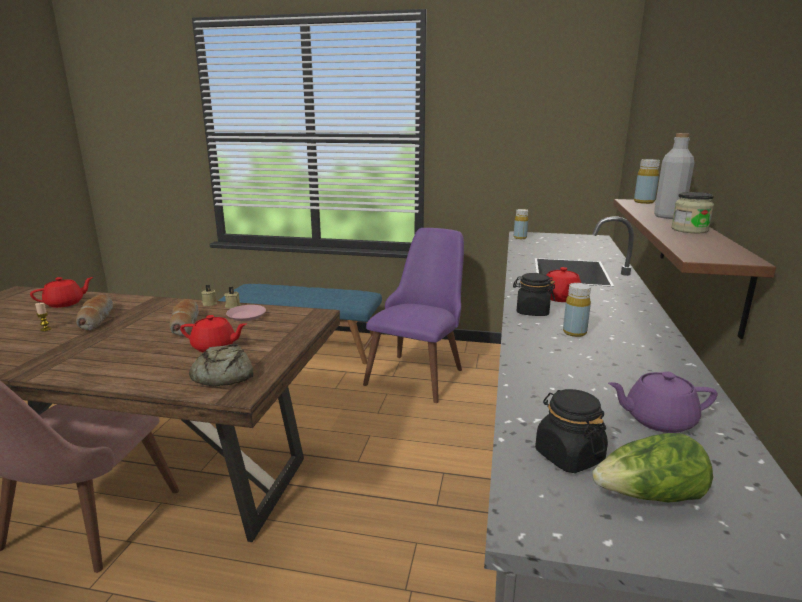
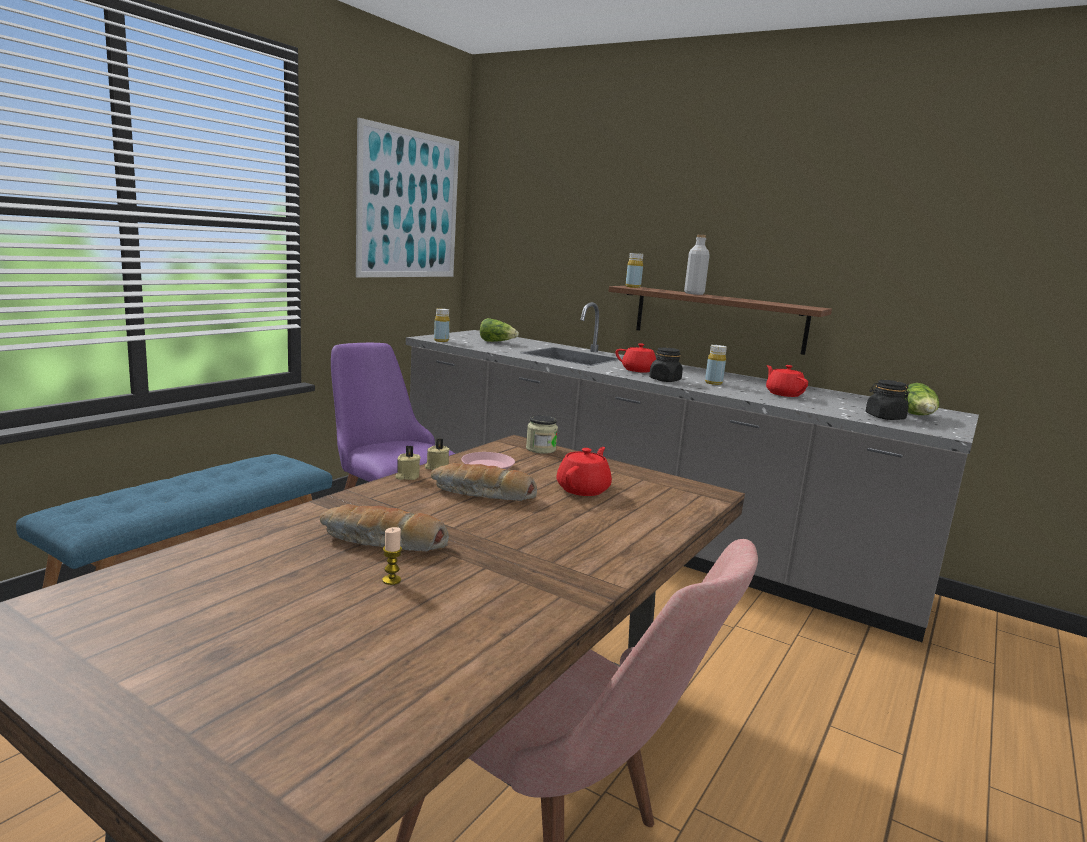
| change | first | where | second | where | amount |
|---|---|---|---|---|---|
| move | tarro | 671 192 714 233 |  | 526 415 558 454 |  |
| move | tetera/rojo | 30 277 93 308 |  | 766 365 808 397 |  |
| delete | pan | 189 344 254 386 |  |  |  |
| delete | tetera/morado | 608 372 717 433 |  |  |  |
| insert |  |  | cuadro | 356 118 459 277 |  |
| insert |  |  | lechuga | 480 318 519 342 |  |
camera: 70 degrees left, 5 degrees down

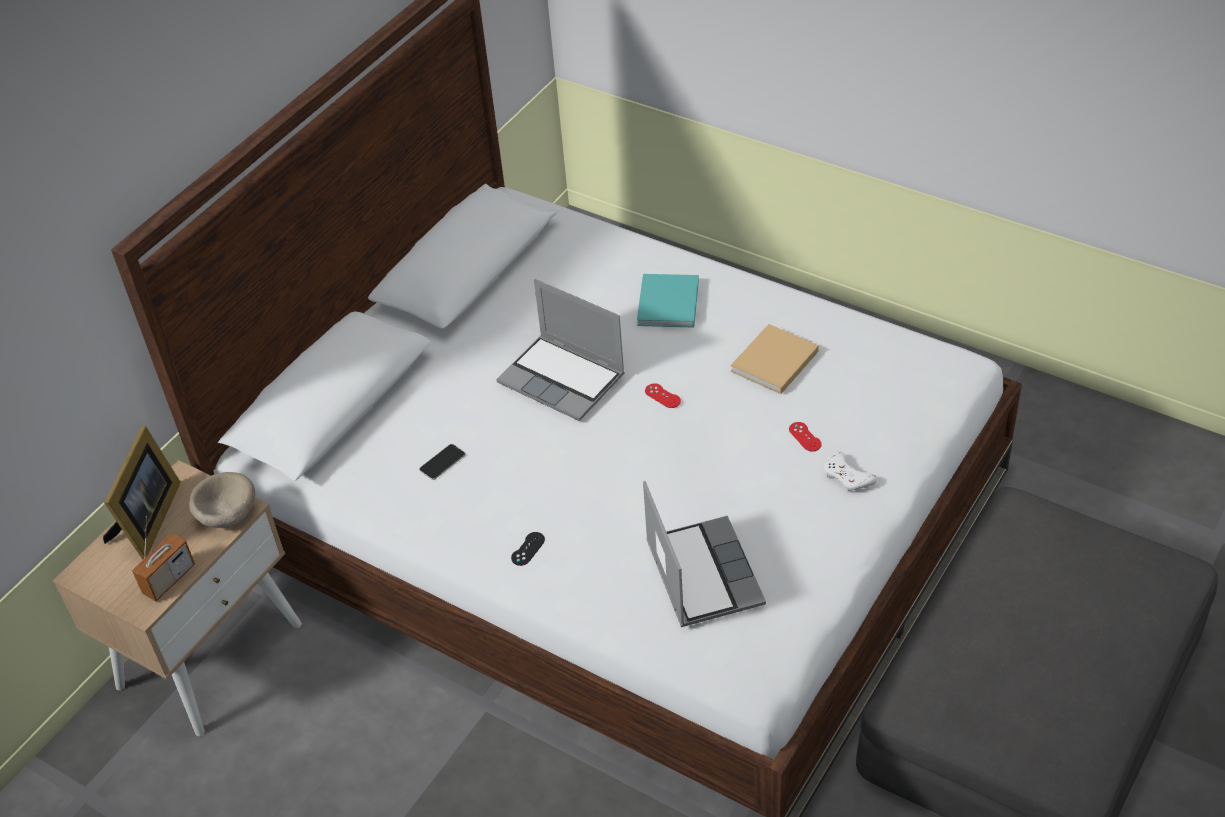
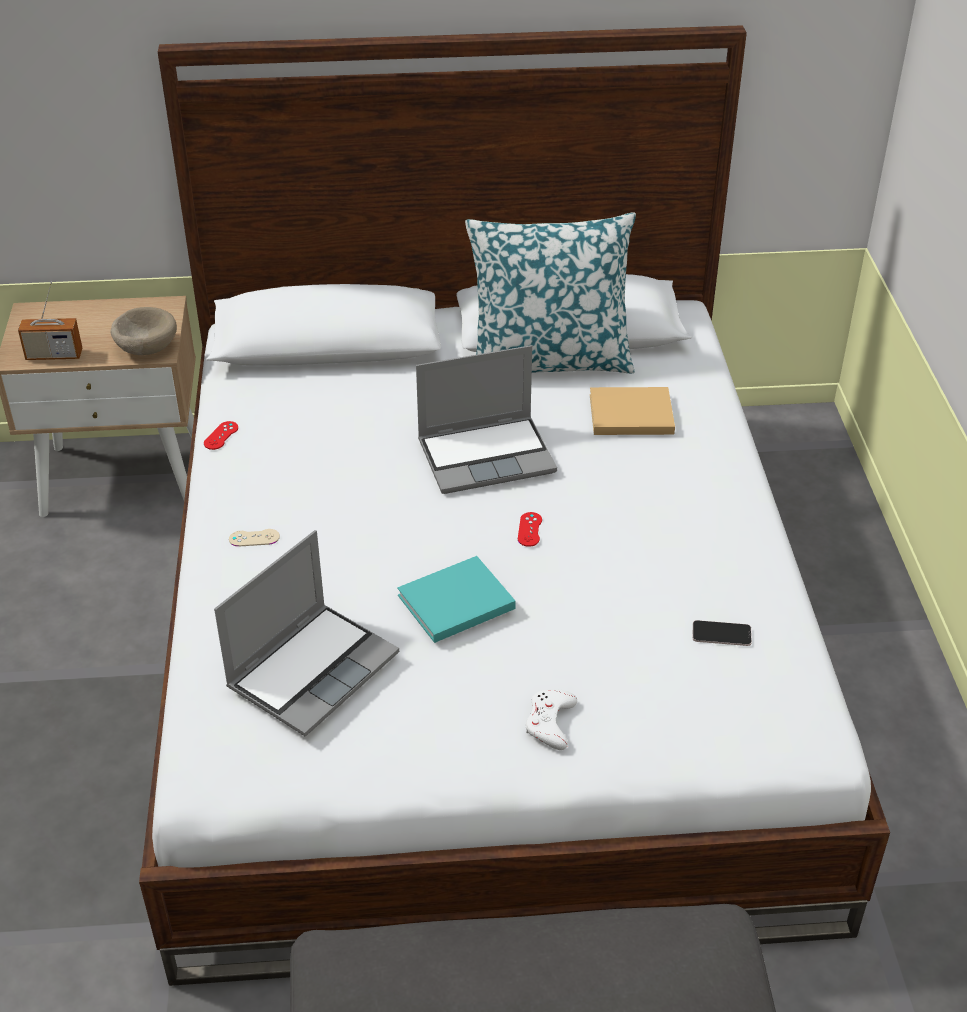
| change | first | where | second | where | amount |
|---|---|---|---|---|---|
| move | libro/turquesa | 637 274 699 328 |  | 397 556 516 643 |  |
| rotate | portátil | 496 279 625 421 |  | 416 345 557 494 | 105 degrees counterclockwise |
| move | libro/beis | 731 324 819 394 |  | 590 387 675 435 |  |
| move | mando de consola/rojo | 789 422 822 452 |  | 204 421 238 450 |  |
| delete | portarretratos | 103 425 181 559 |  |  |  |
| move | móvil | 419 444 465 480 |  | 693 620 752 646 |  |
| recolor | mando de consola/negro | 511 532 545 566 | mando de consola/beis | 229 529 280 547 |  |
| insert |  |  | cojín | 465 212 636 374 |  |
camera: 50 degrees right, 5 degrees down

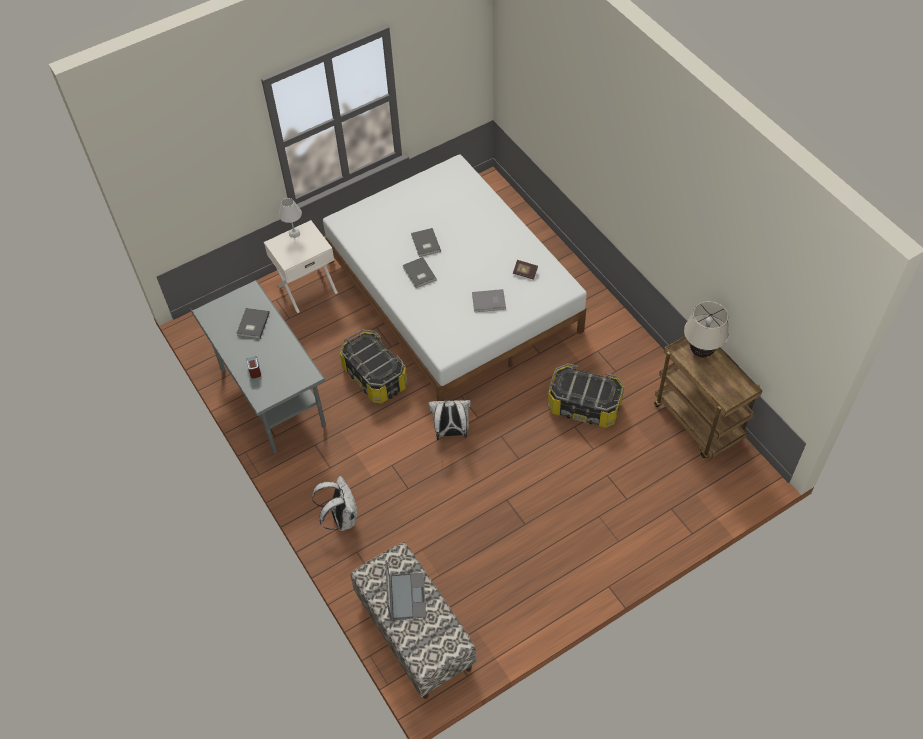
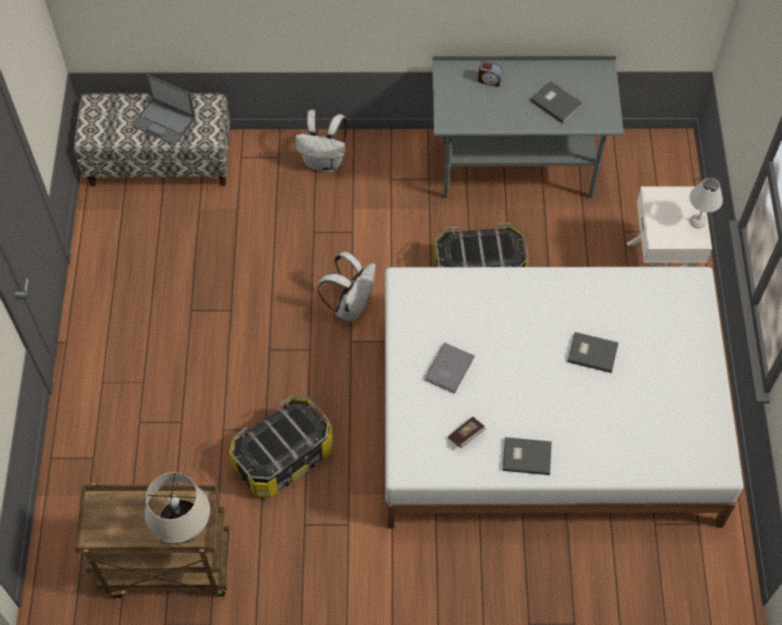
| change | first | where | second | where | amount |
|---|---|---|---|---|---|
| move | libro/gris | 403 257 437 288 |  | 502 437 552 475 |  |
camera: 120 degrees right, 5 degrees up

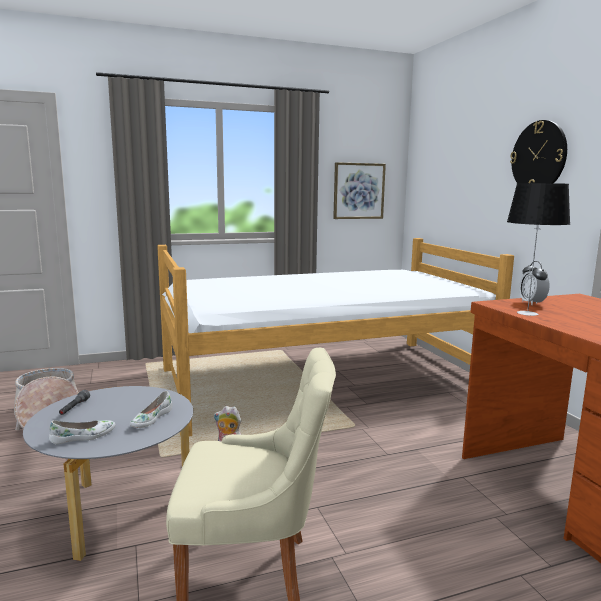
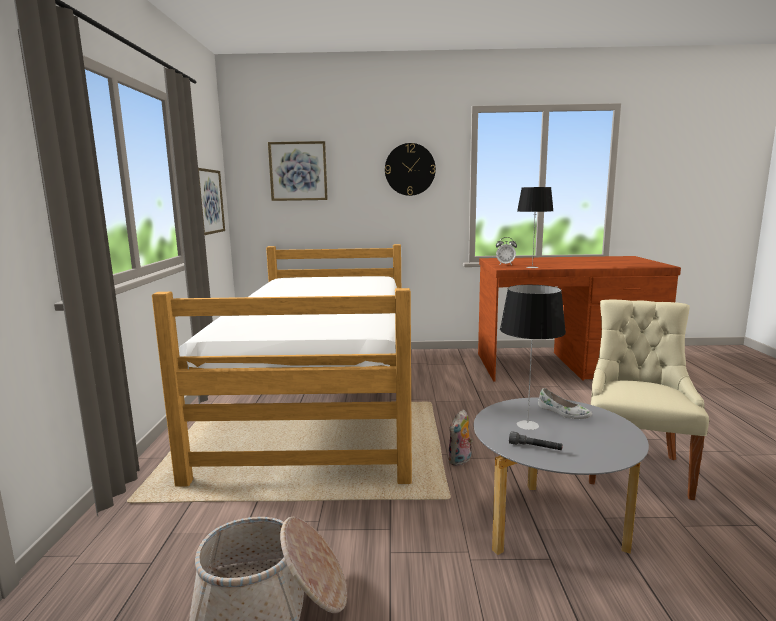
| change | first | where | second | where | amount |
|---|---|---|---|---|---|
| delete | zapato/blanco | 49 420 115 444 |  |  |  |
| insert |  |  | cuadro | 268 141 328 201 |  |
| insert |  |  | lámpara de mesa | 500 285 566 430 |  |
camera: 70 degrees left, 0 degrees up

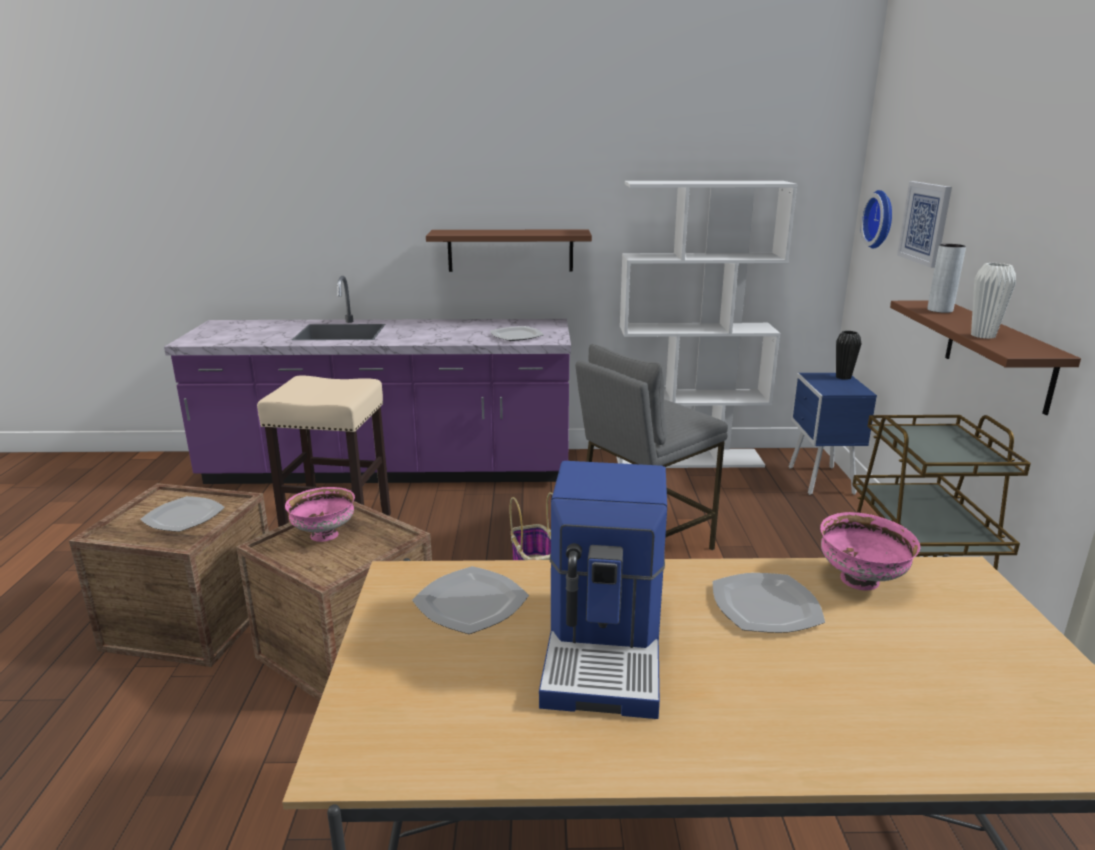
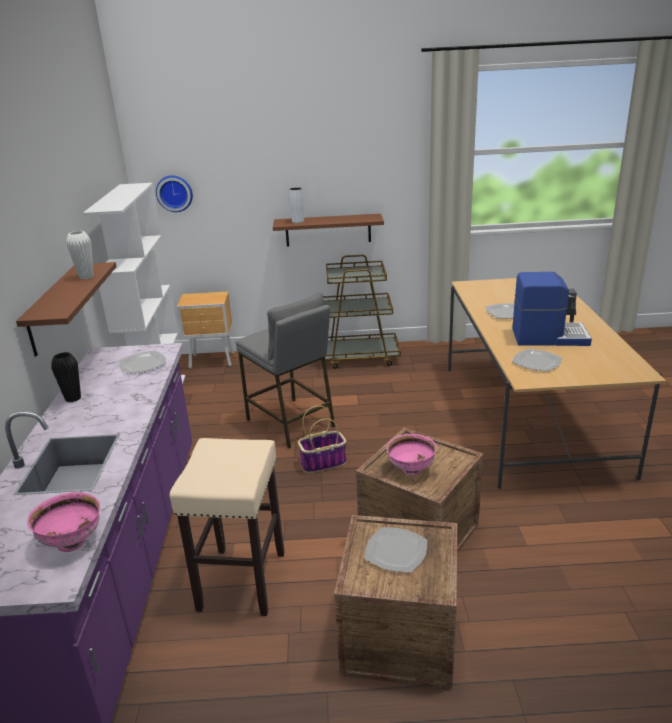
| change | first | where | second | where | amount |
|---|---|---|---|---|---|
| delete | cuadro | 897 181 952 268 |  |  |  |
| move | florero/blanco | 971 263 1016 339 |  | 66 231 94 279 |  |
| move | florero/negro | 836 331 861 380 |  | 51 352 81 403 |  |
| recolor | mesita de noche/azul | 789 373 877 495 | mesita de noche/marrón | 177 291 234 369 |  |
| move | cuenco/rosa | 820 512 920 591 |  | 27 492 100 552 |  |
camera: 90 degrees left, 5 degrees up

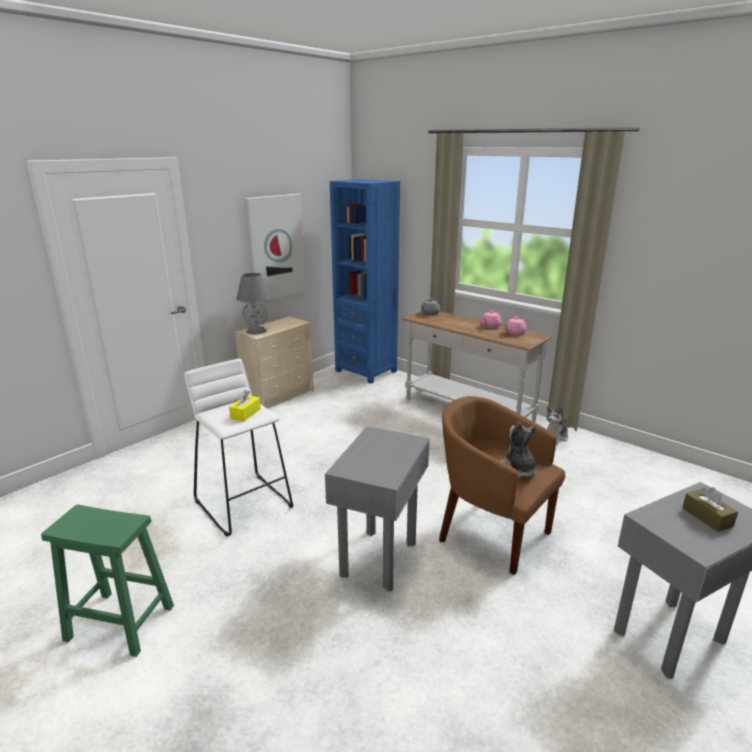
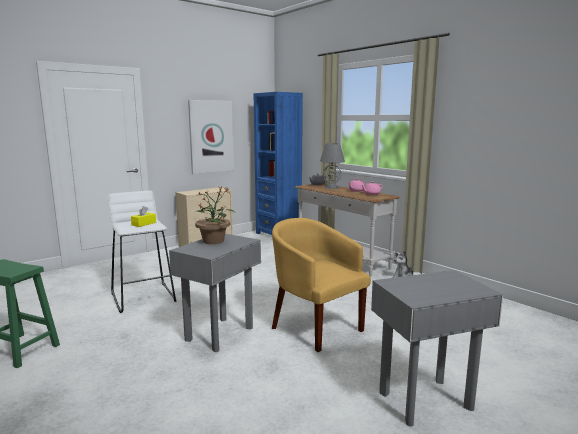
| change | first | where | second | where | amount |
|---|---|---|---|---|---|
| move | lámpara de mesa/gris | 236 273 270 334 |  | 320 143 345 189 |  |
| recolor | sillón/marrón | 439 396 565 575 | sillón/amarillo | 272 218 371 352 |  |
| delete | peluche | 501 422 536 478 |  |  |  |
| delete | caja de pañuelos/marrón | 682 487 738 532 |  |  |  |
| insert |  |  | planta en maceta | 195 188 235 244 |  |
camera: 10 degrees right, 10 degrees down

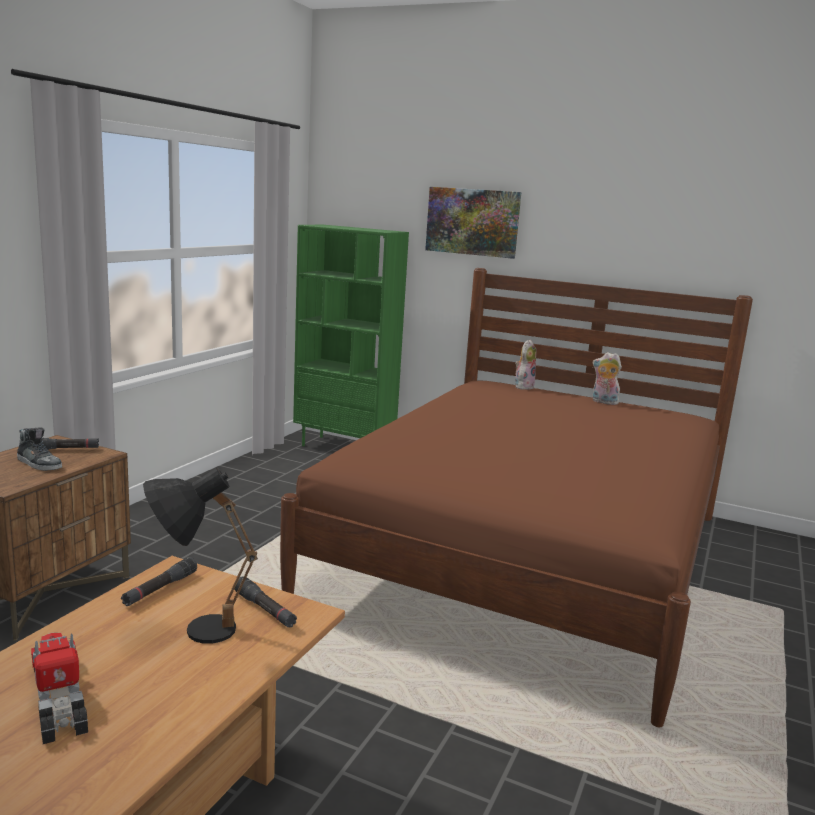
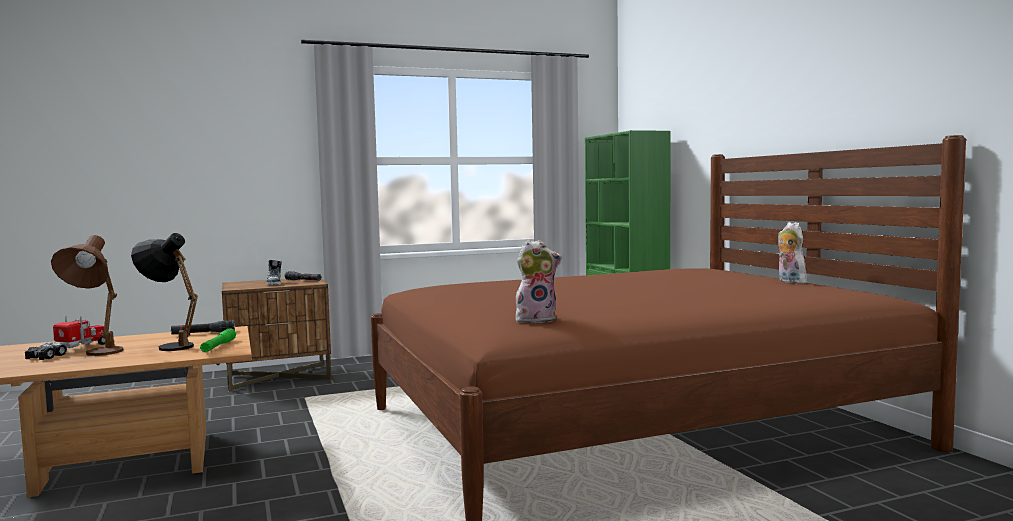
| change | first | where | second | where | amount |
|---|---|---|---|---|---|
| delete | cuadro | 425 187 522 259 |  |  |  |
| move | peluche | 515 340 537 390 |  | 516 240 562 323 |  |
| recolor | linterna/negro | 234 576 297 628 | linterna/verde | 200 328 236 352 |  |
| insert |  |  | lámpara de mesa/marrón | 51 235 123 356 |  |
camera: 45 degrees right, 10 degrees down

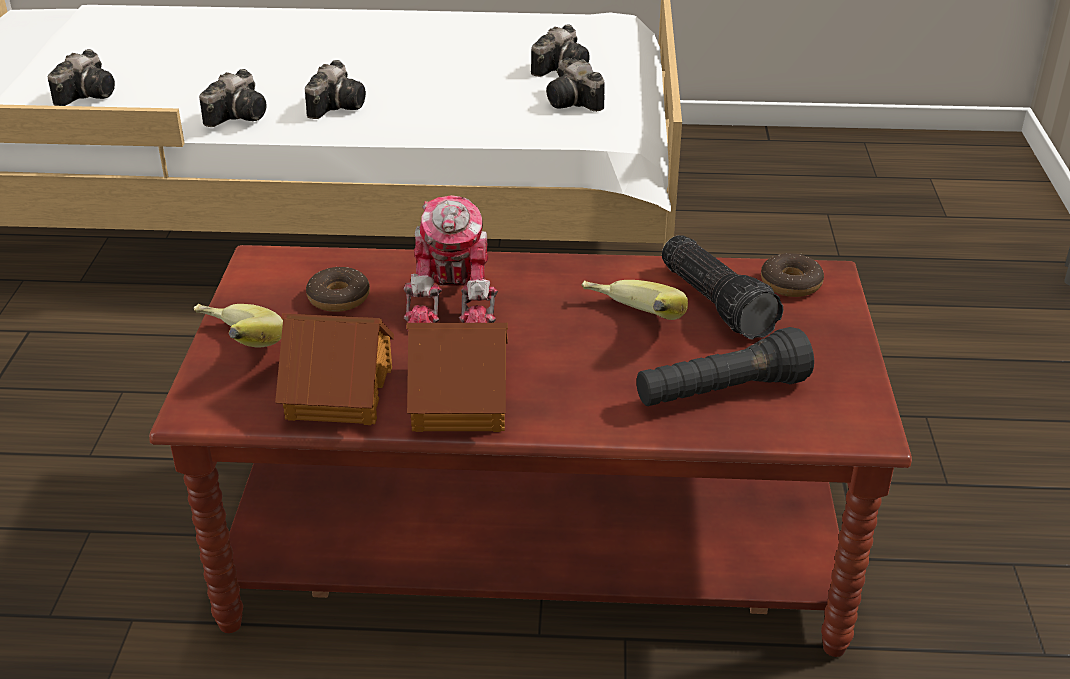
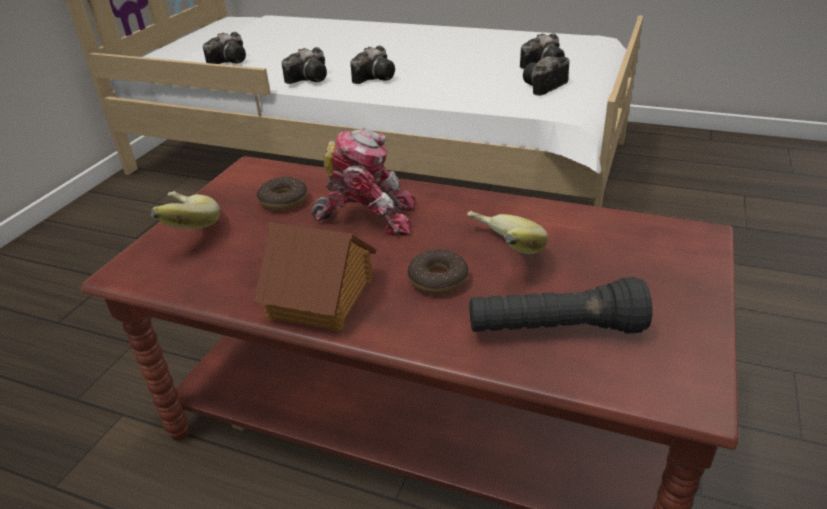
| change | first | where | second | where | amount |
|---|---|---|---|---|---|
| rotate | cámara | 546 58 605 112 |  | 523 56 570 96 | 60 degrees clockwise |
| rotate | robot de juguete | 403 195 498 332 |  | 311 128 416 235 | 105 degrees counterclockwise |
| delete | linterna | 662 235 783 340 |  |  |  |
| move | rosquilla | 761 253 824 297 |  | 408 249 468 295 |  |
| delete | casita | 275 313 394 425 |  |  |  |
camera: 20 degrees right, 0 degrees up

